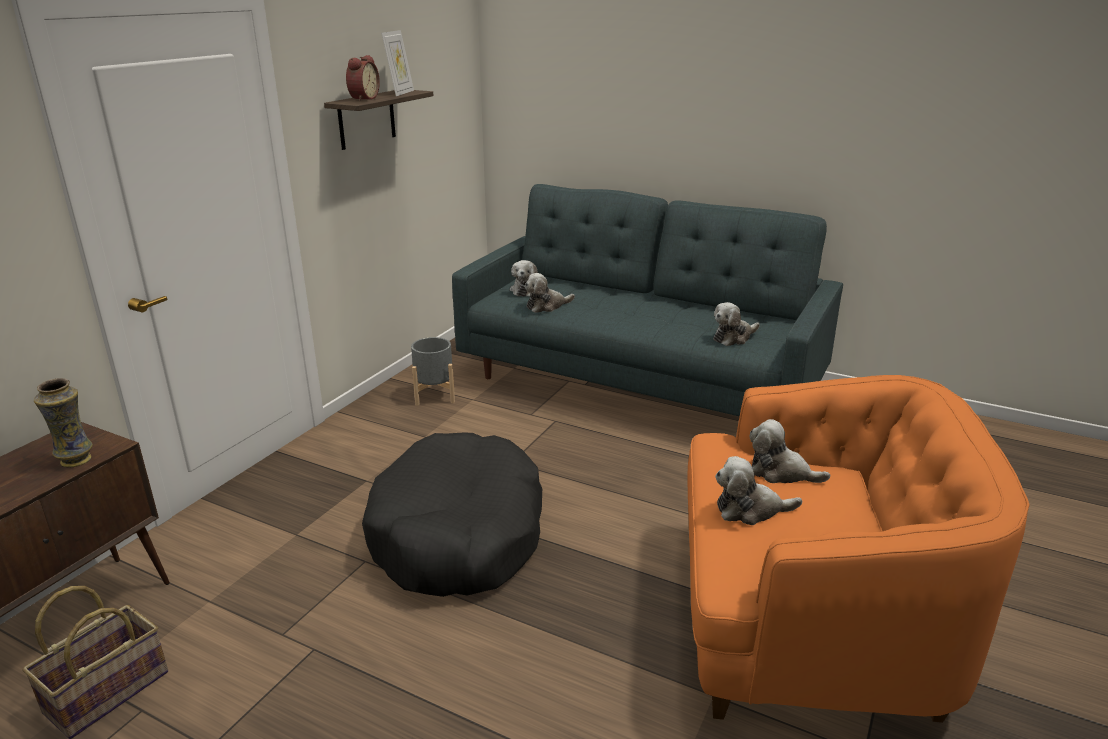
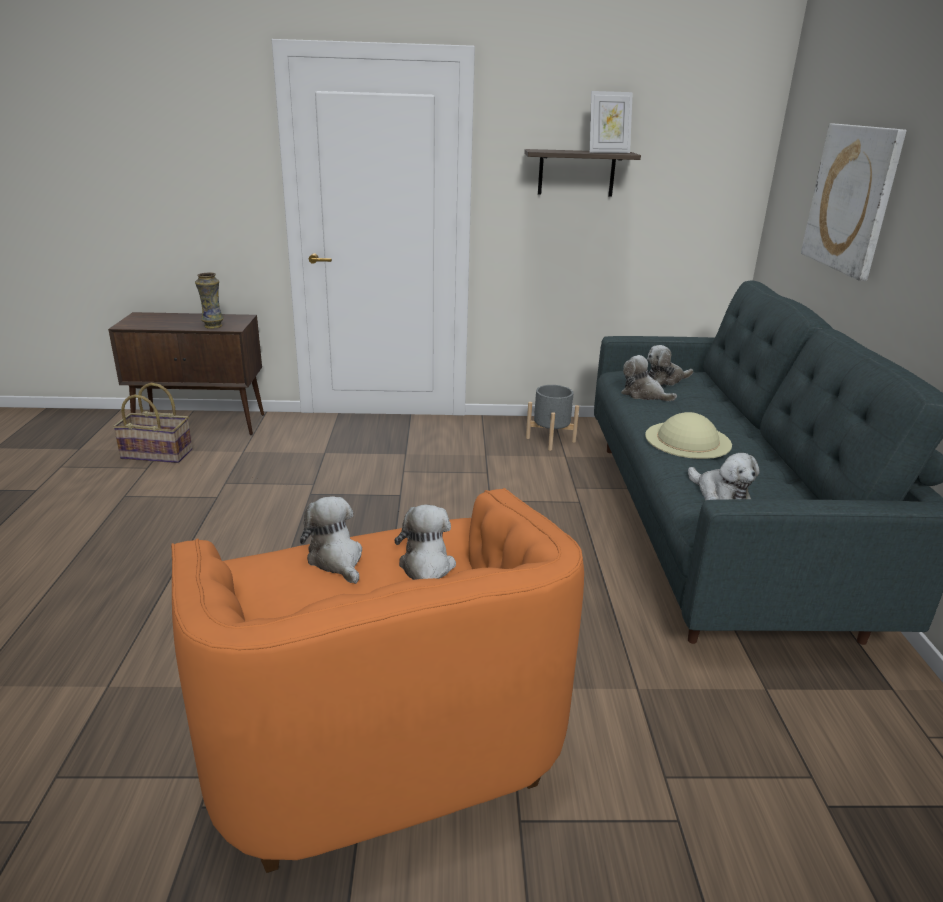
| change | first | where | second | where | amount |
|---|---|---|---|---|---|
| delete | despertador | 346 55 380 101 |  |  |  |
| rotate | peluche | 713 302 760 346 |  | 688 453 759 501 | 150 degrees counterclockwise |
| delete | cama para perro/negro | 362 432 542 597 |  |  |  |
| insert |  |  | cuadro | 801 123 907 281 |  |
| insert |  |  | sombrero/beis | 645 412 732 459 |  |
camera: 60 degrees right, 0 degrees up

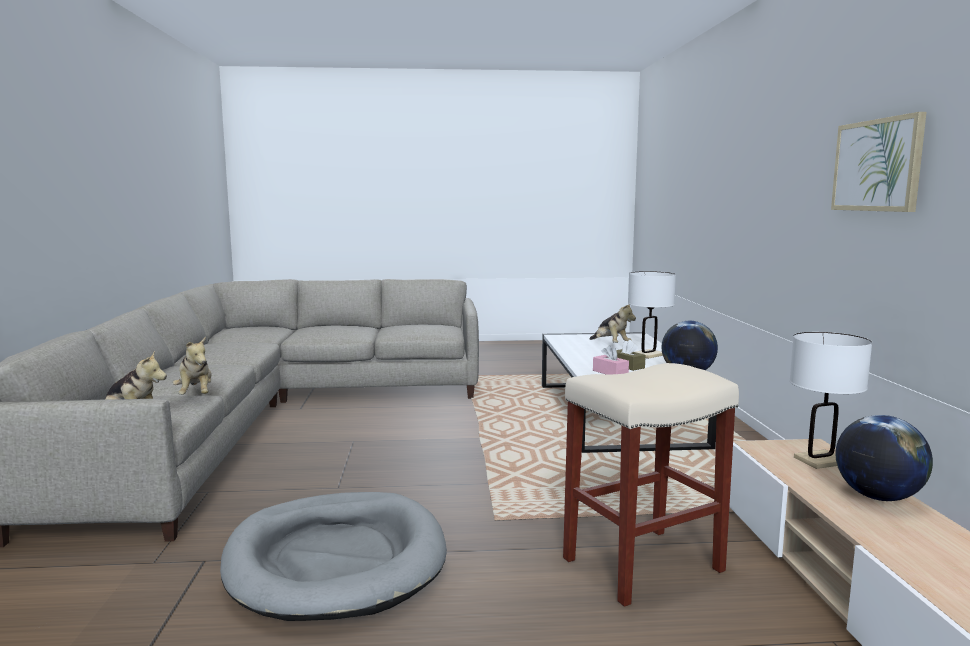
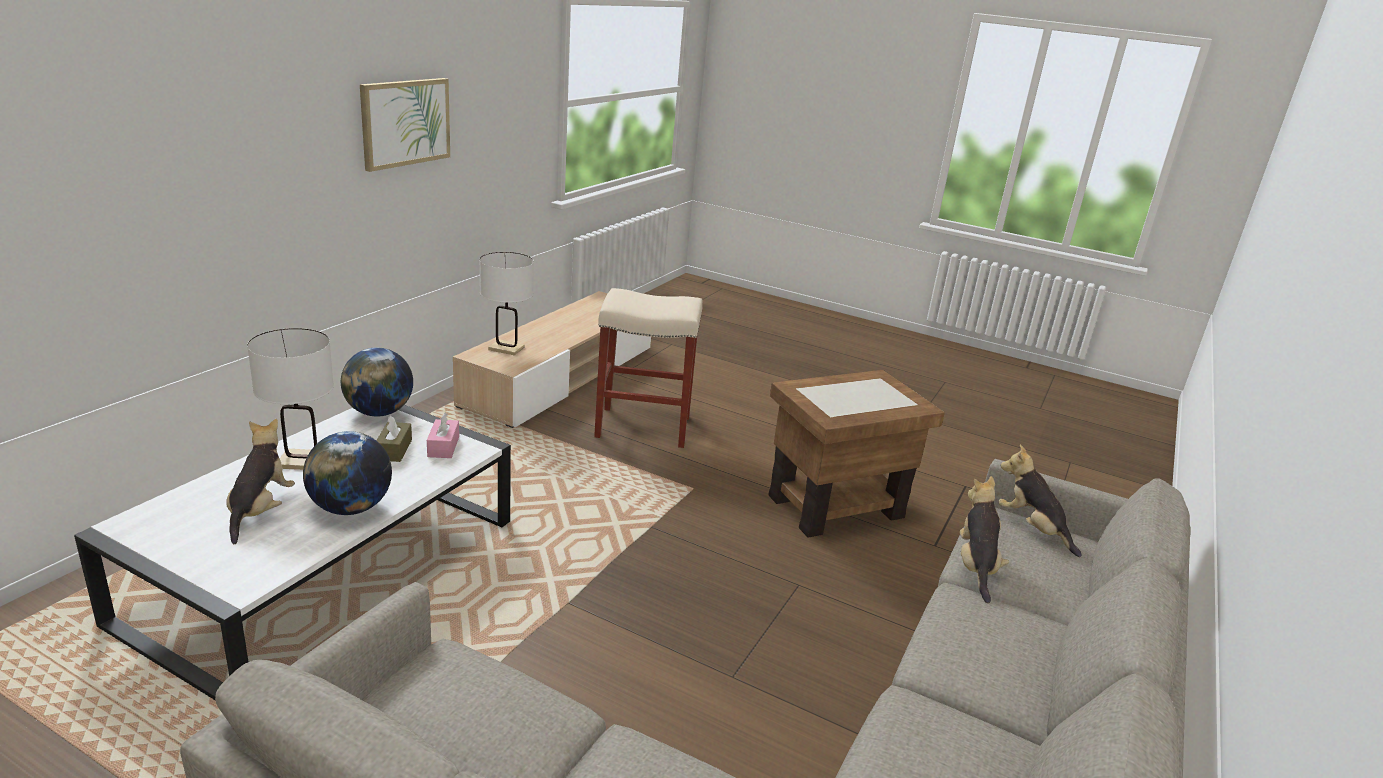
| change | first | where | second | where | amount |
|---|---|---|---|---|---|
| move | globo terráqueo | 836 415 933 501 |  | 303 431 392 515 |  |
| replace | cama para perro/gris | 220 492 447 621 | mesa auxiliar/marrón | 768 370 945 538 |  |
camera: 150 degrees left, 15 degrees up

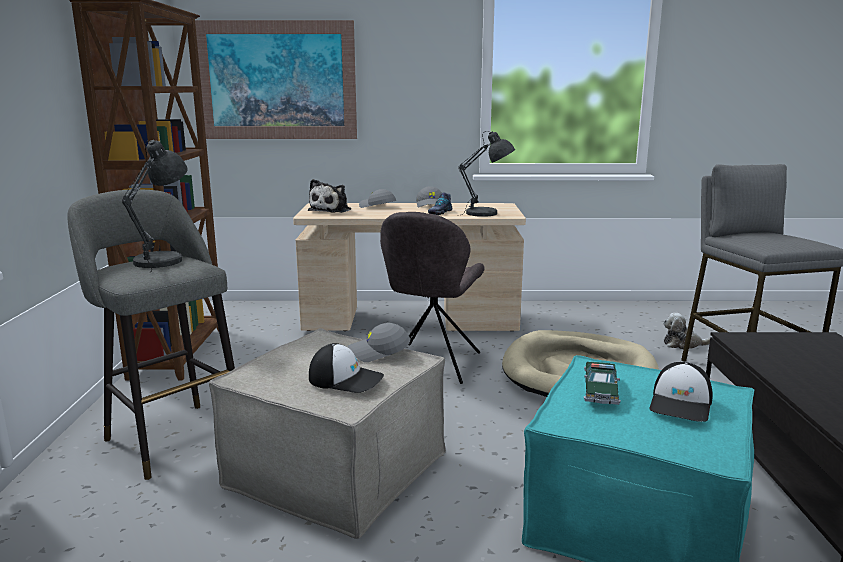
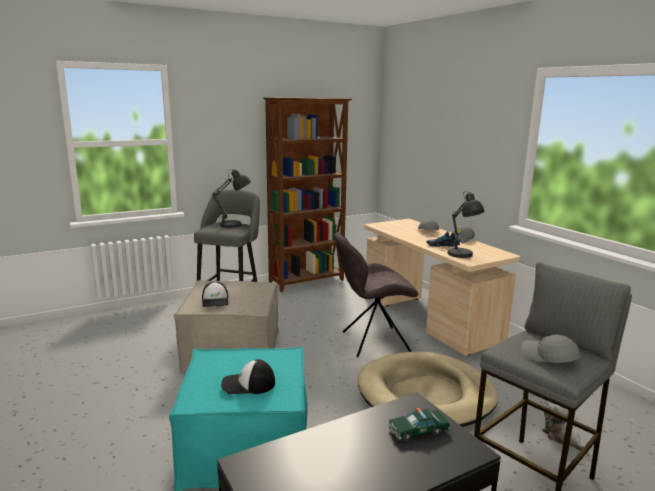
| change | first | where | second | where | amount |
|---|---|---|---|---|---|
| delete | cuadro | 195 20 357 139 |  |  |  |
| delete | peluche | 308 179 351 213 |  |  |  |
| move | gorra/gris | 347 323 410 362 |  | 521 335 581 363 |  |
| move | coche de juguete | 584 362 621 405 |  | 388 408 451 441 |  |
camera: 60 degrees right, 0 degrees up

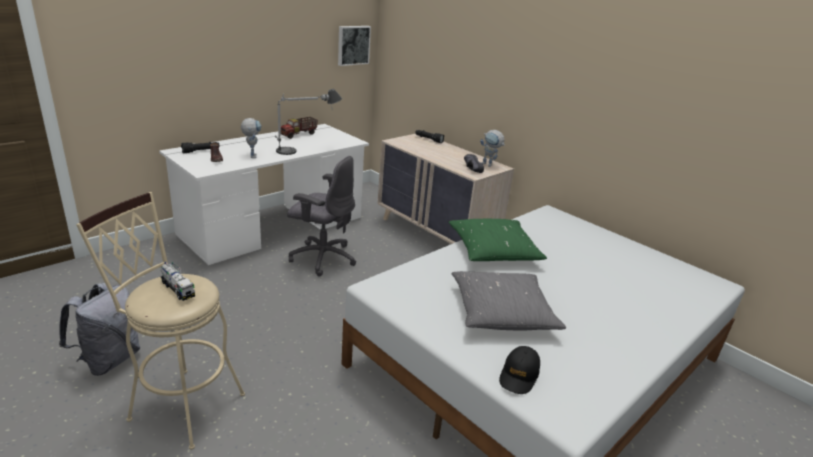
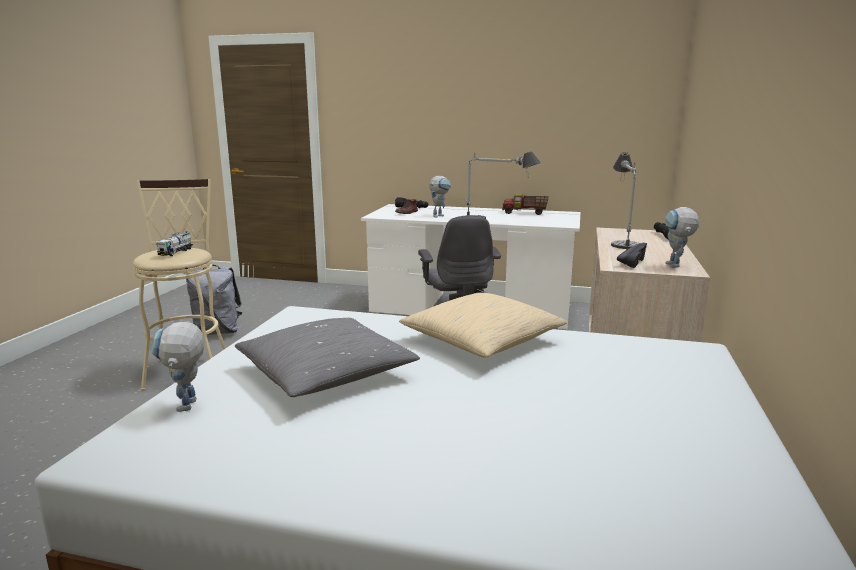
| change | first | where | second | where | amount |
|---|---|---|---|---|---|
| delete | cuadro | 338 26 371 66 |  |  |  |
| recolor | cojín/verde | 449 219 547 261 | cojín/beis | 399 293 568 357 |  |
| replace | gorra/negro | 499 346 540 394 | robot de juguete | 151 322 205 412 |  |
| insert |  |  | lámpara de mesa | 611 152 640 249 |  |
camera: 60 degrees right, 10 degrees down

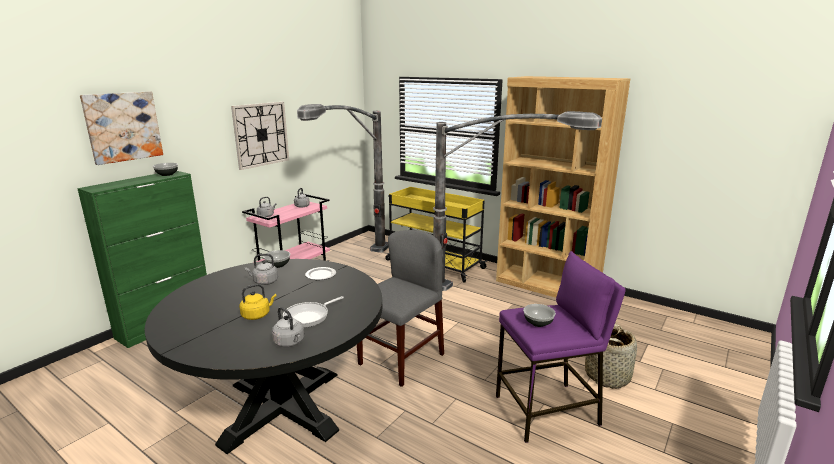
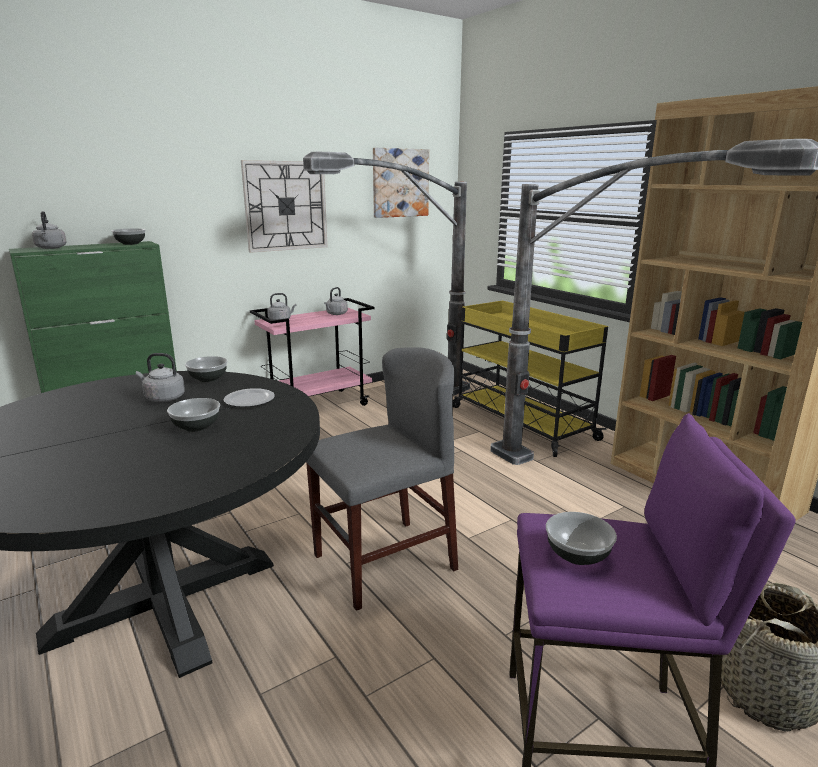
| change | first | where | second | where | amount |
|---|---|---|---|---|---|
| move | cuadro | 80 91 163 165 |  | 373 148 429 218 |  |
| delete | hervidor/amarillo | 239 284 277 320 |  |  |  |
| delete | sartén | 283 296 344 328 |  |  |  |
| move | hervidor/gris | 272 307 304 347 |  | 32 211 67 249 |  |
| insert |  |  | cuenco | 167 398 220 432 |  |
camera: 20 degrees right, 0 degrees up

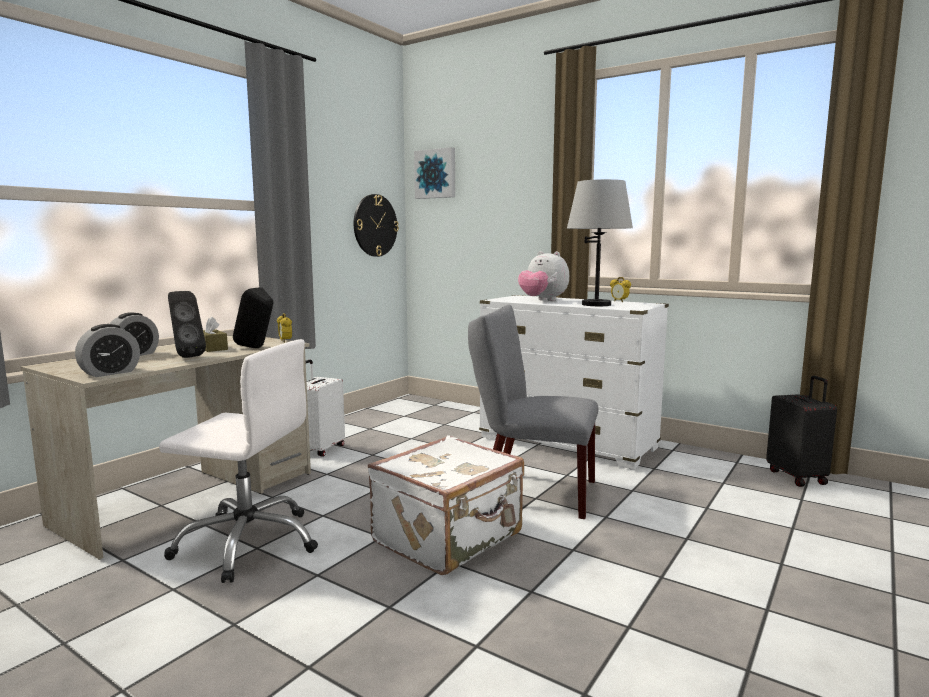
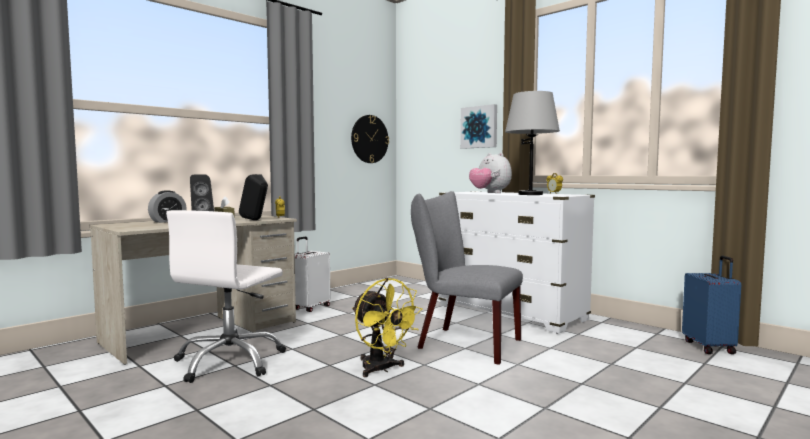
| change | first | where | second | where | amount |
|---|---|---|---|---|---|
| move | cuadro | 414 147 455 199 |  | 460 104 497 149 |  |
| delete | despertador | 75 324 140 377 |  |  |  |
| rotate | silla de oficina/blanco | 159 339 318 583 |  | 166 210 286 383 | 90 degrees clockwise |
| recolor | maleta/negro | 766 376 837 487 | maleta/azul | 682 256 741 354 |  |
| replace | maleta/blanco | 368 435 524 575 | ventilador/amarillo | 352 278 423 377 |  |
camera: 10 degrees right, 5 degrees down

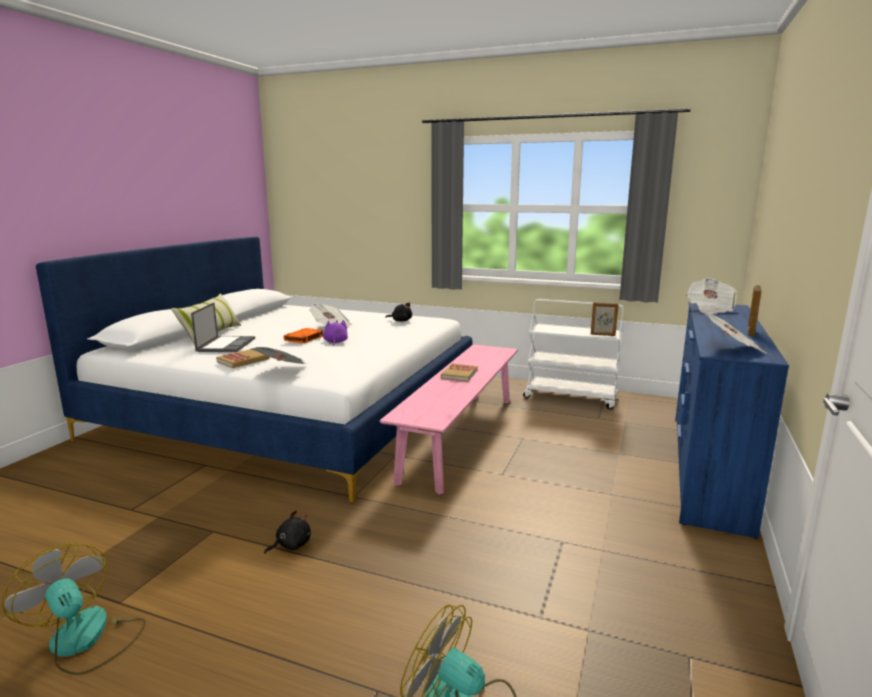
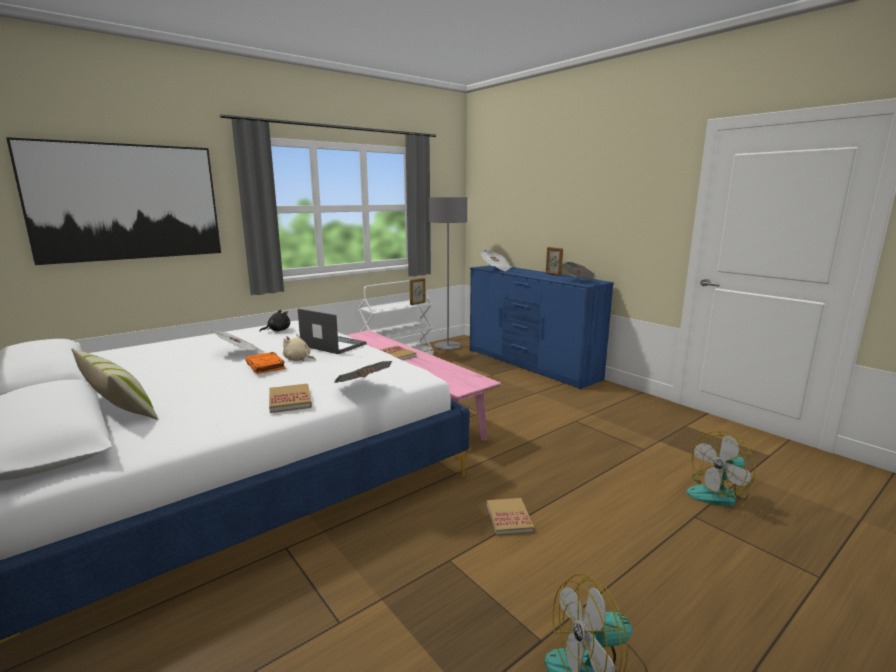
| change | first | where | second | where | amount |
|---|---|---|---|---|---|
| move | portátil | 191 302 255 352 |  | 298 309 366 354 |  |
| recolor | peluche/morado | 323 320 348 346 | peluche/beis | 283 334 316 362 |  |
| replace | peluche/negro | 264 511 311 554 | libro | 487 498 535 536 |  |
| insert |  |  | cuadro | 6 137 221 265 |  |
| insert |  |  | lámpara de pie/gris | 429 197 467 350 |  |
camera: 60 degrees left, 0 degrees up

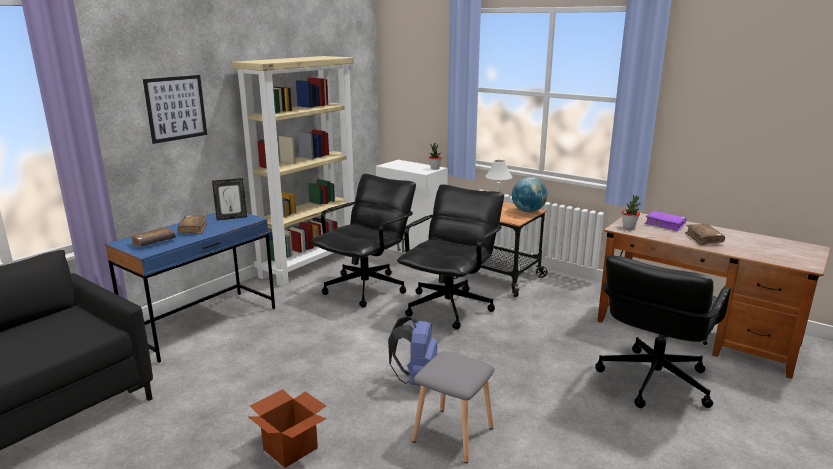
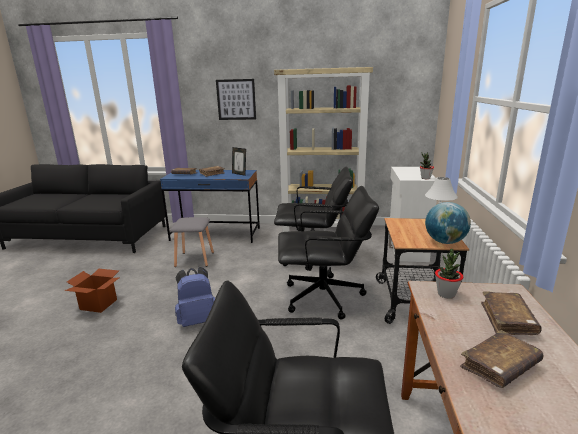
| change | first | where | second | where | amount |
|---|---|---|---|---|---|
| recolor | libro/morado | 645 211 686 231 | libro/marrón | 481 292 542 335 |  |
| move | taburete/gris | 412 351 494 463 |  | 170 217 214 267 |  |
camera: 60 degrees right, 0 degrees up

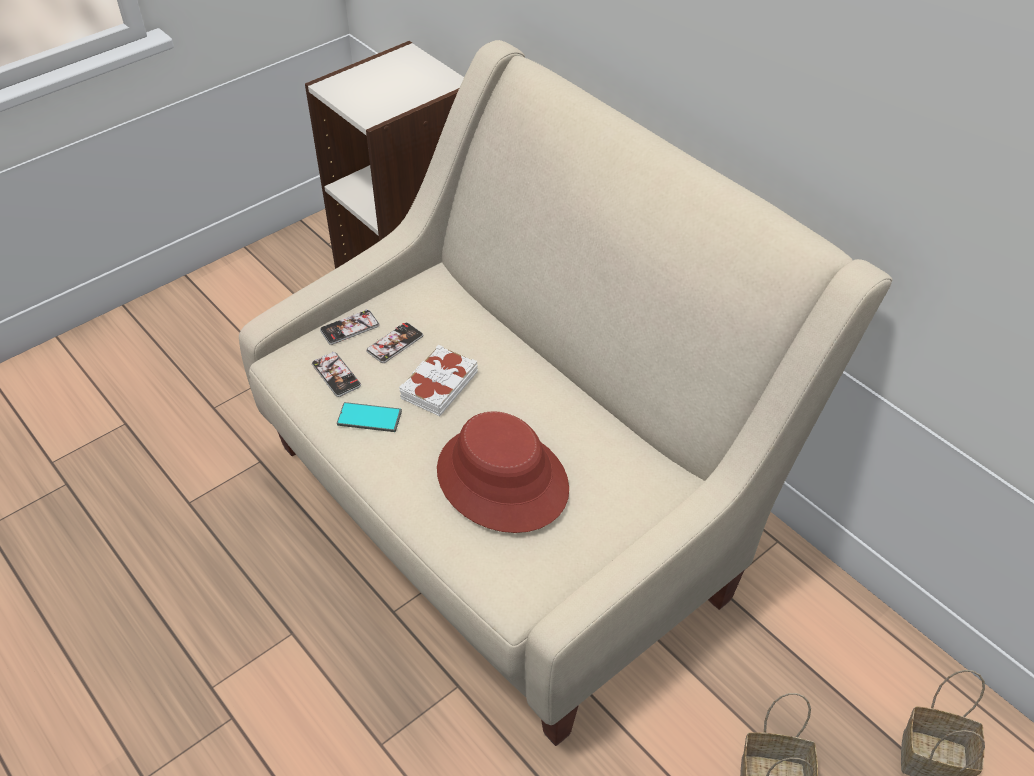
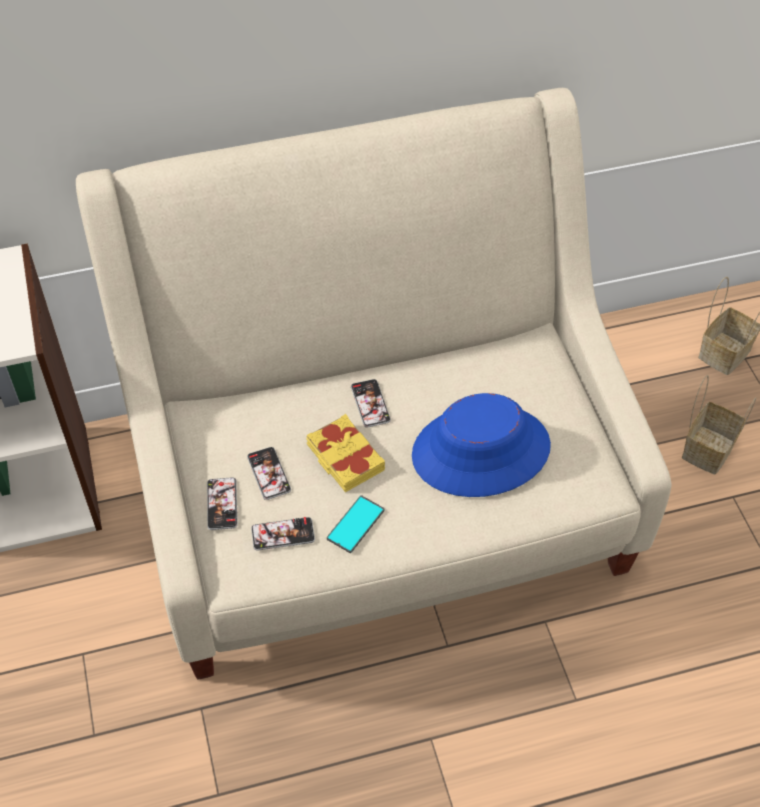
| change | first | where | second | where | amount |
|---|---|---|---|---|---|
| recolor | libro/blanco | 399 345 478 416 | libro/amarillo | 306 414 385 492 |  |
| recolor | sombrero/rojo | 437 411 569 533 | sombrero/azul | 412 393 551 497 |  |
| insert |  |  | móvil | 351 379 391 428 |  |
camera: 65 degrees left, 5 degrees up

